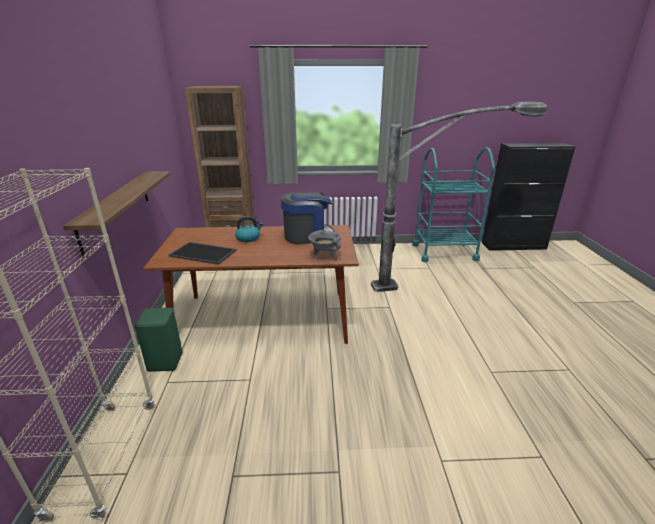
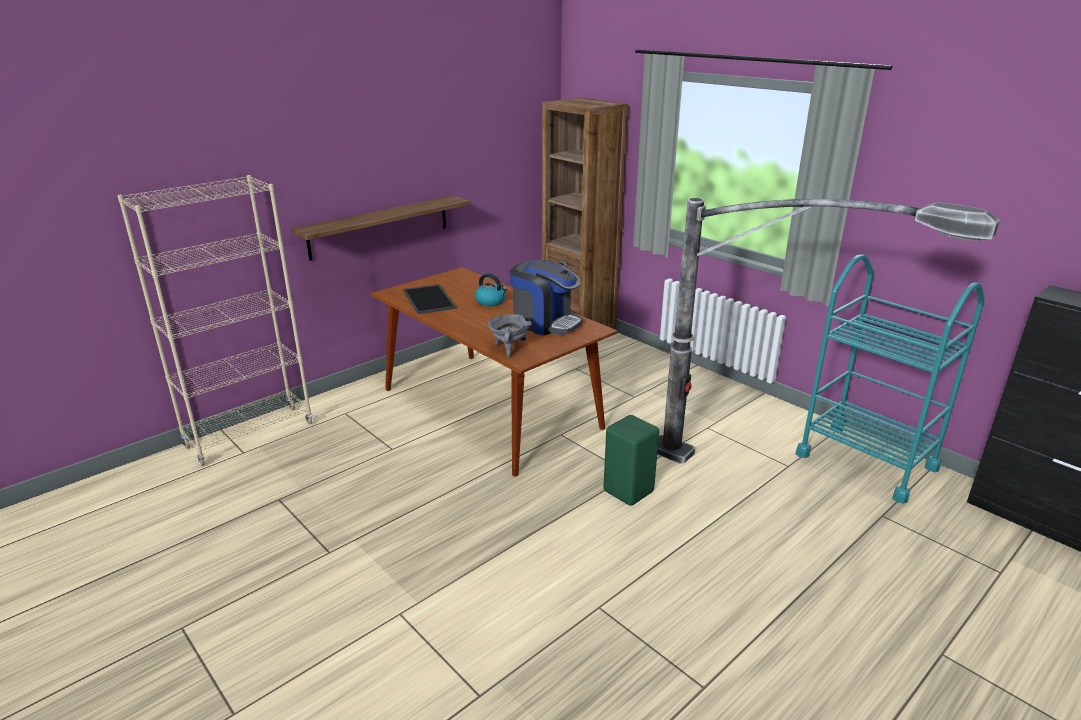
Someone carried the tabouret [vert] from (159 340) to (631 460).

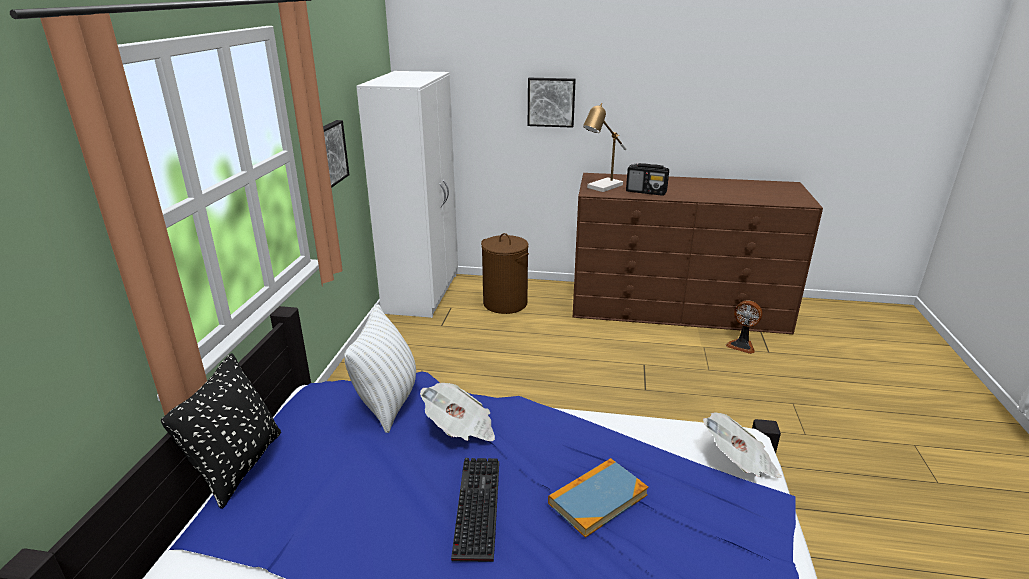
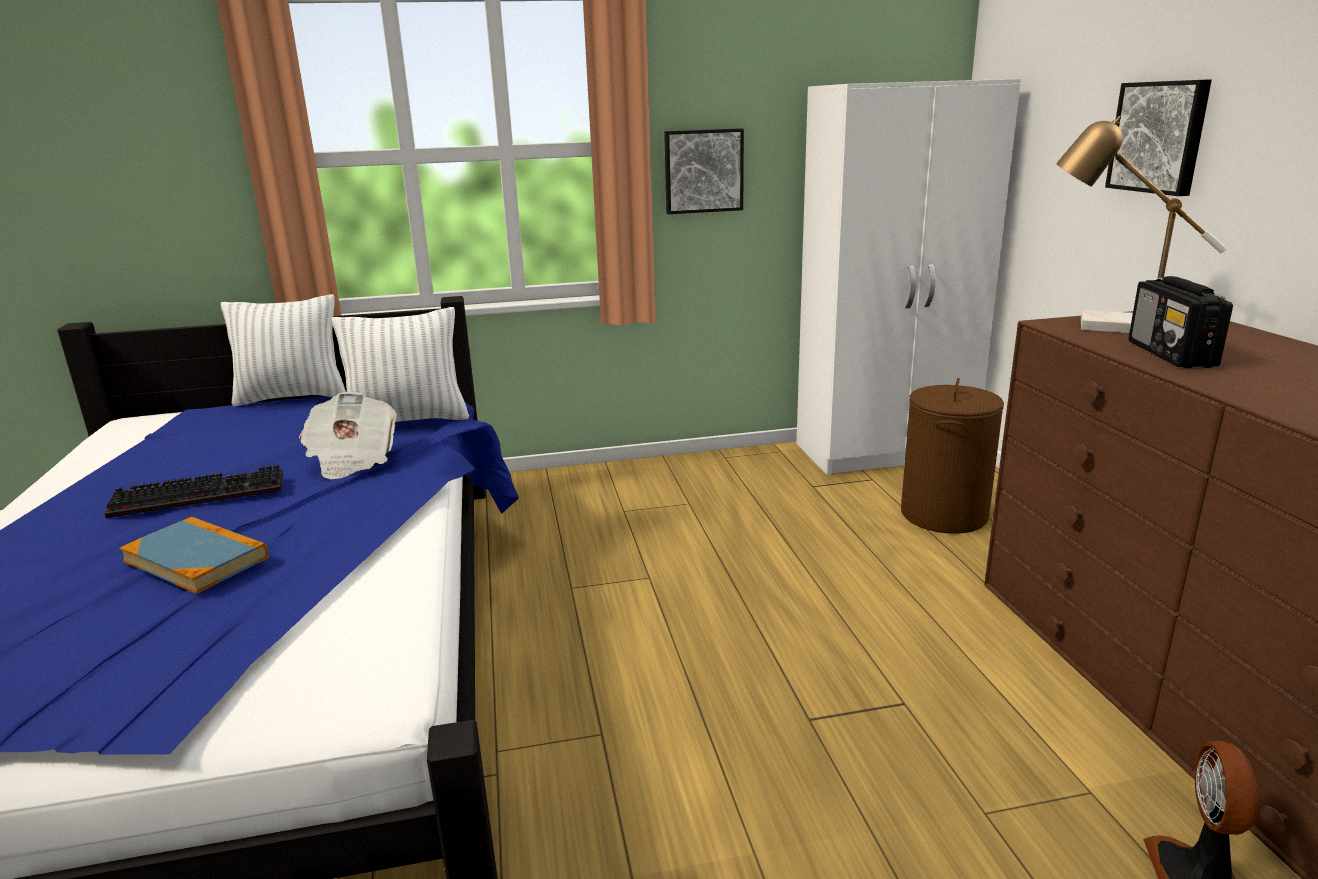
Someone repainted the coussin [noir] at (221 431), which became the coussin [blanc] at (283 350). Someone took away the journal at (742 445).

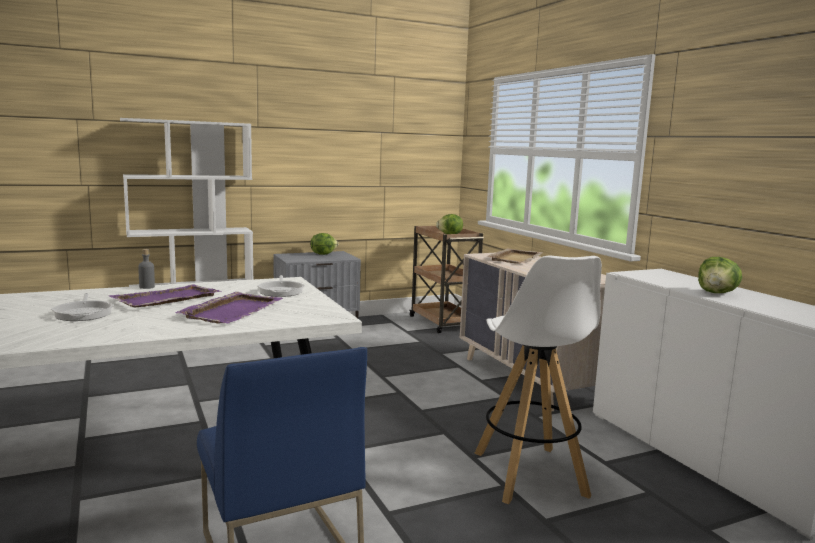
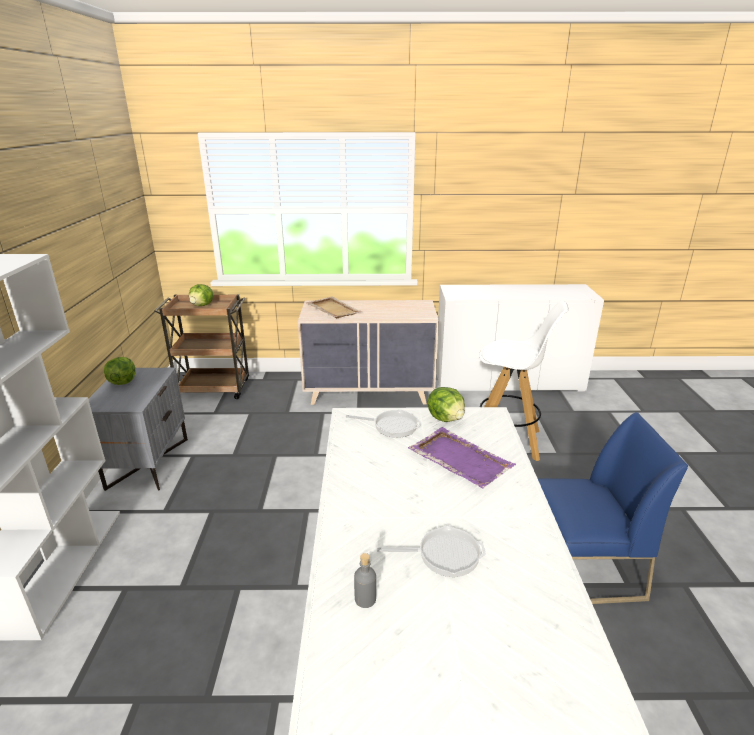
Someone carried the bouteille [gris] from (146 269) to (365 580). Someone carried the laitue from (720 275) to (446 404). Someone took away the plateau [violet] at (165 295).

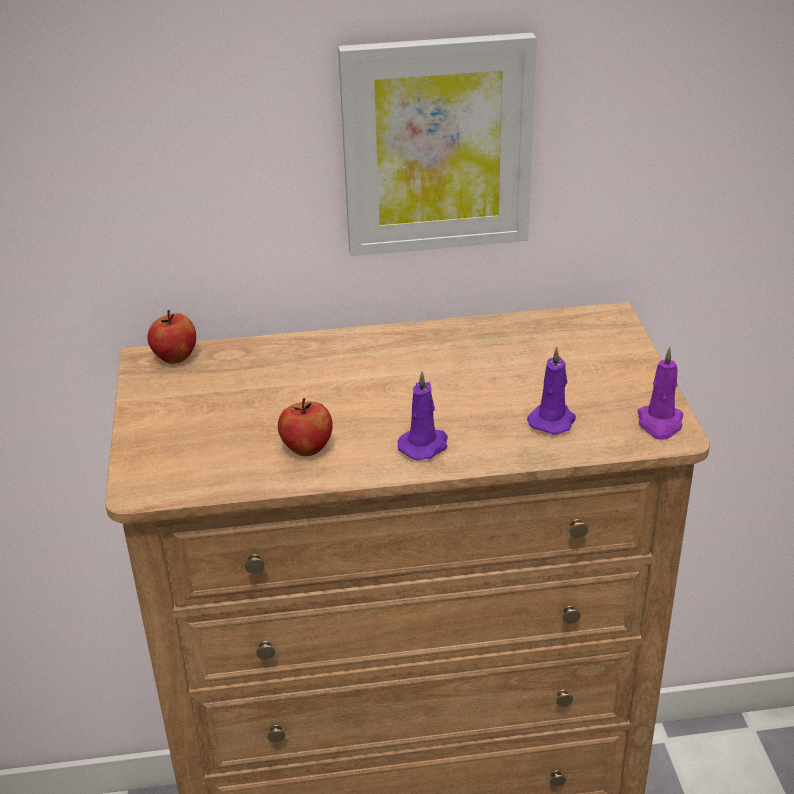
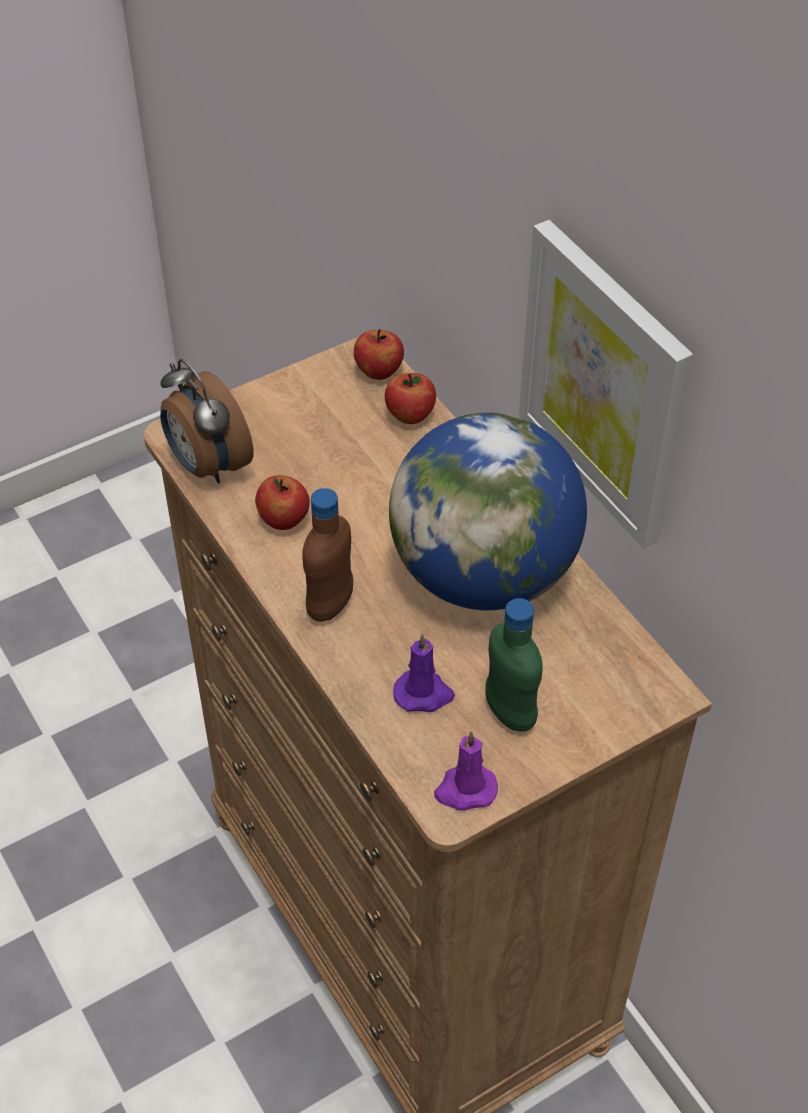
Someone put down the réveil at (206 421). Someone swapped the bougie [violet] at (422 415) for the bouteille [marron] at (327 555). Someone put down the pomme at (410 398). Someone put down the globe at (488 511). Someone put down the bouteille [vert] at (514 665).

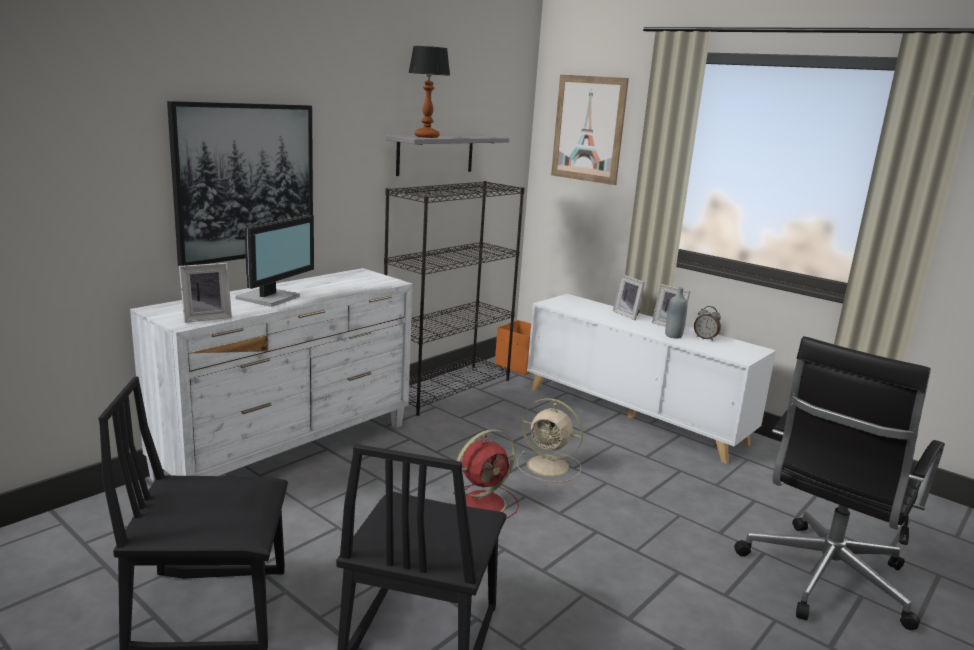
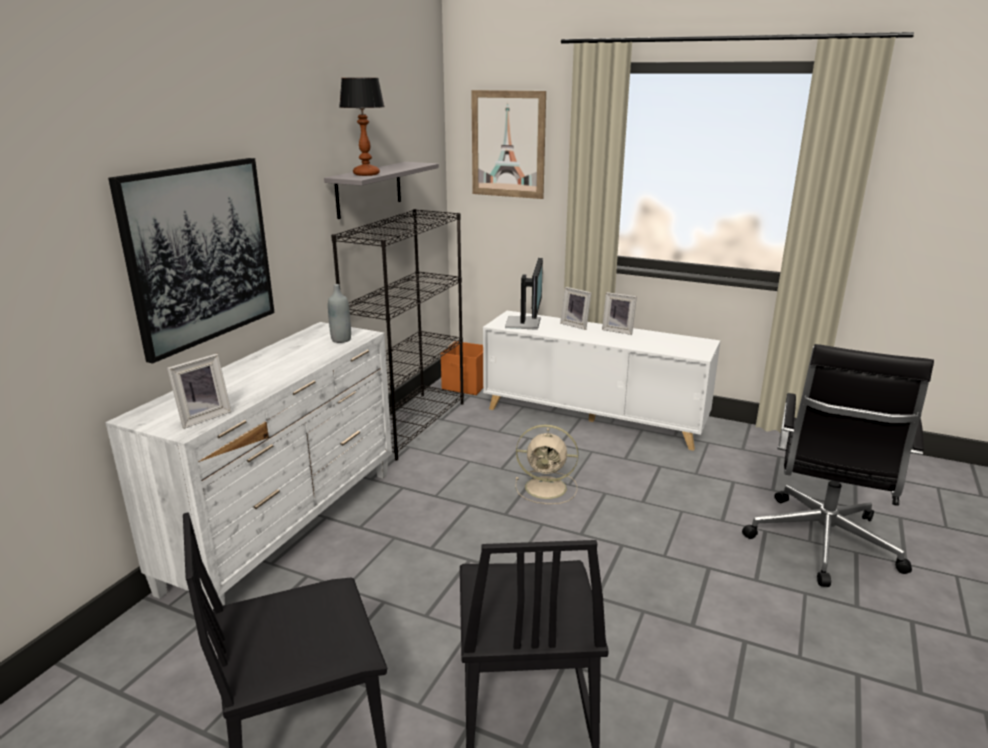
Someone carried the bouteille [gris] from (676 312) to (339 313). Someone carried the écran d'ordinateur from (274 261) to (524 294). Someone took away the ventilateur [rouge] at (486 473). Someone took away the réveil at (707 323).

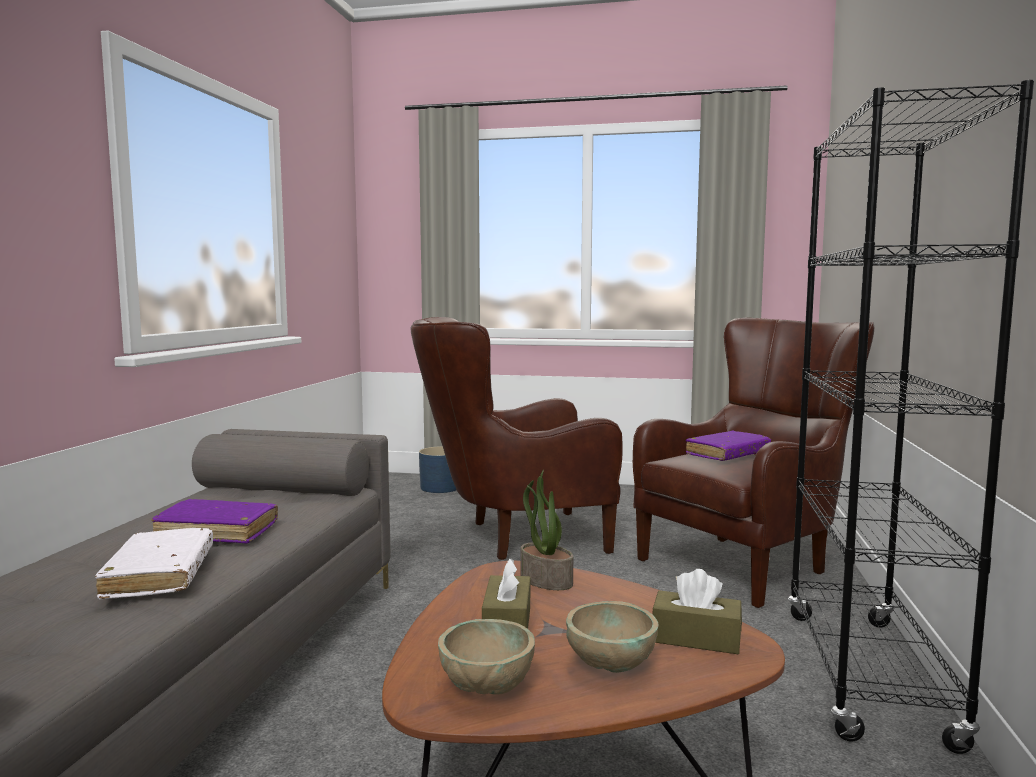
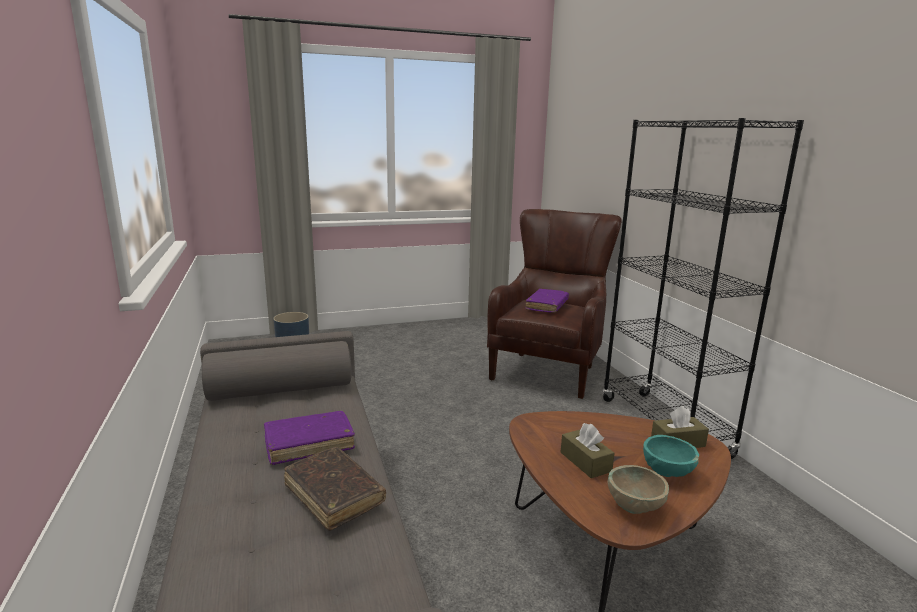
Someone repainted the livre [blanc] at (154 563), which became the livre [marron] at (335 489). Someone repainted the bol [beige] at (612 637), which became the bol [turquoise] at (671 456). Someone took away the fauteuil [marron] at (517 438). Someone took away the plante en pot at (546 530).

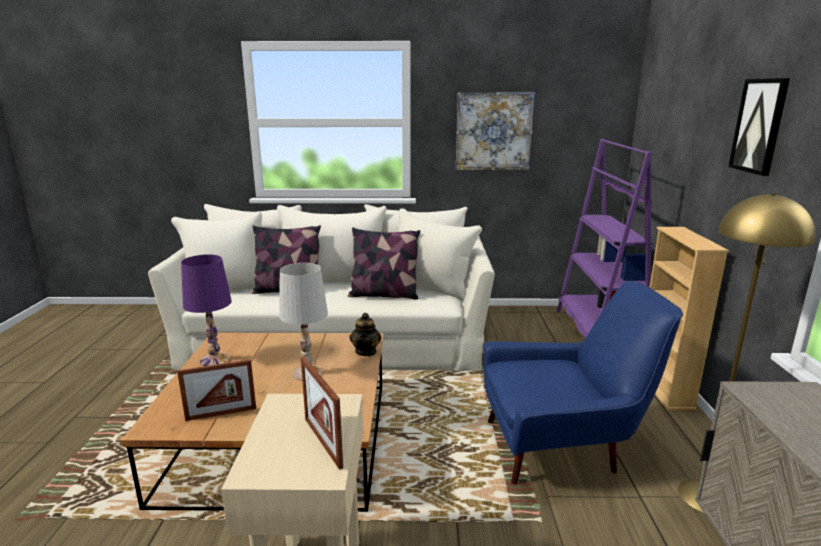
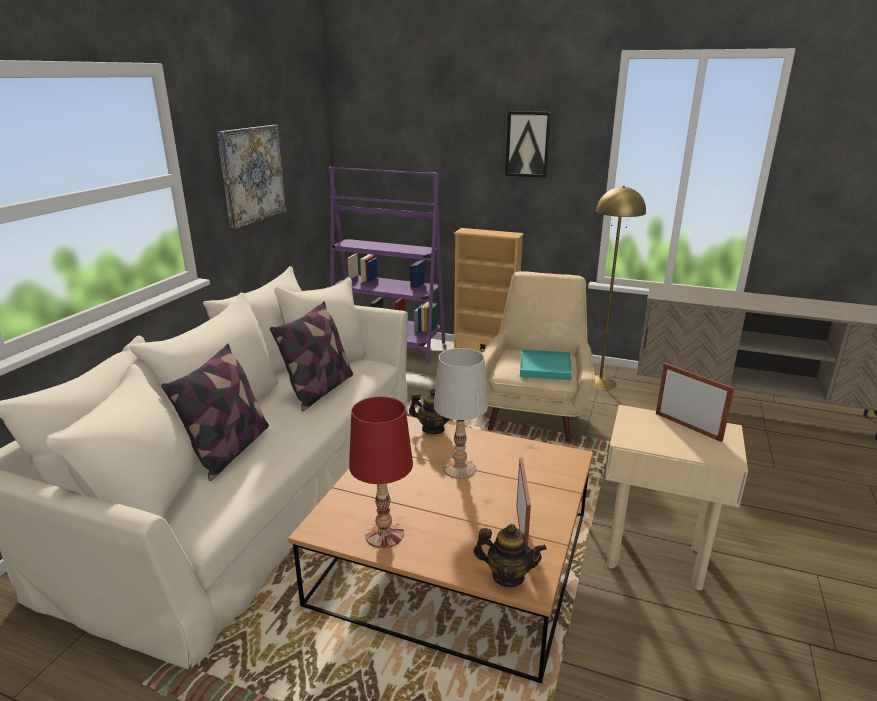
Someone repainted the lampe de table [violet] at (206 310), which became the lampe de table [rouge] at (381 472). Someone put down the théière at (510 555). Someone repainted the fauteuil [bleu] at (583 382), which became the fauteuil [beige] at (538 356). Someone put down the plateau [turquoise] at (546 364). Someone rotated the cadre photo at (322 413) by 120 degrees counterclockwise.

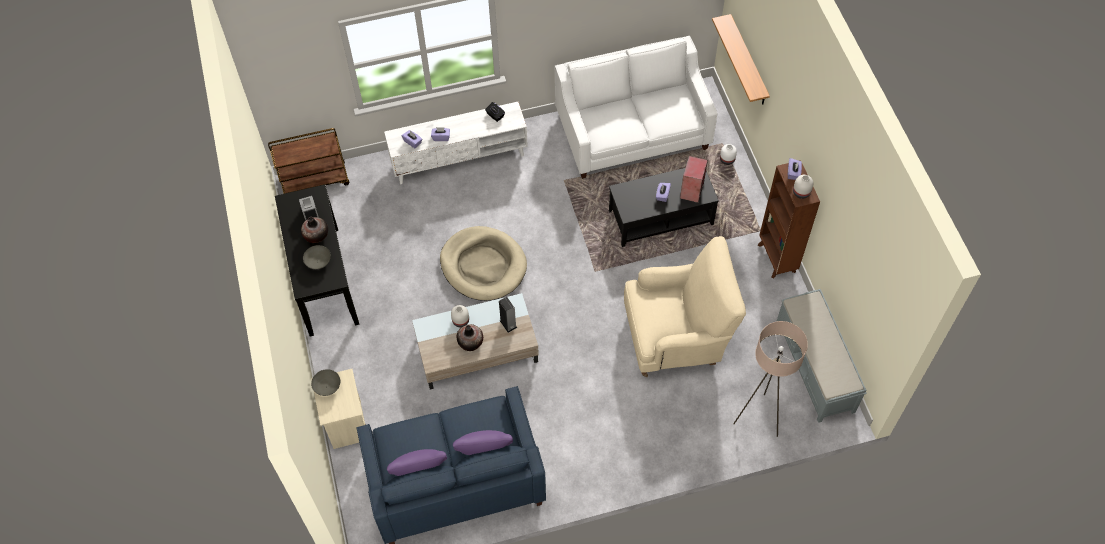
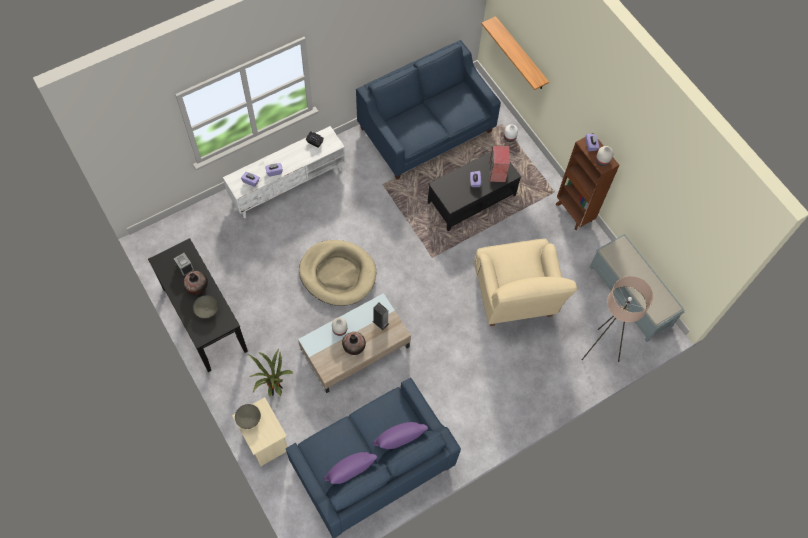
Someone put down the plante en pot at (271 373). Someone repainted the canapé [blanc] at (636 107), which became the canapé [bleu] at (428 109). Someone rotated the fauteuil [beige] at (685 306) by 105 degrees clockwise. Someone took away the chariot [marron] at (308 161).

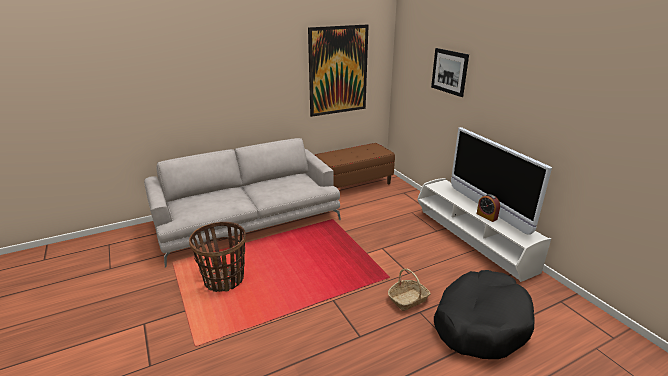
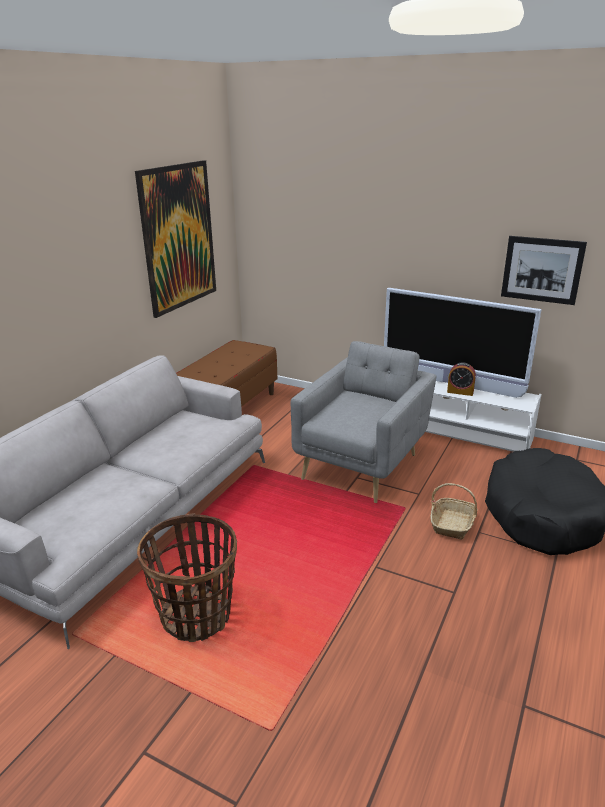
Someone put down the fauteuil [gris] at (363 422). Someone carried the tableau from (450 72) to (544 270).

